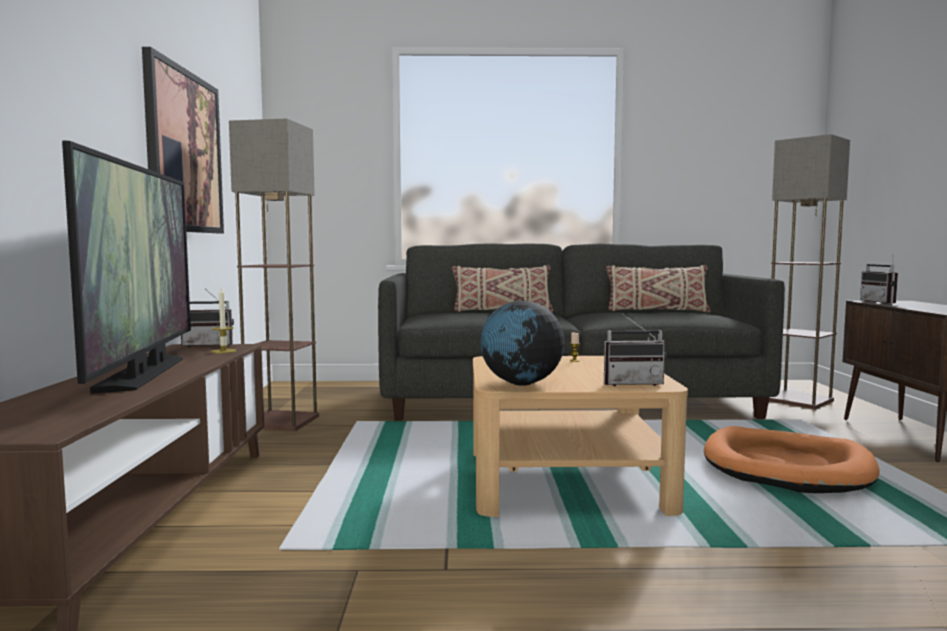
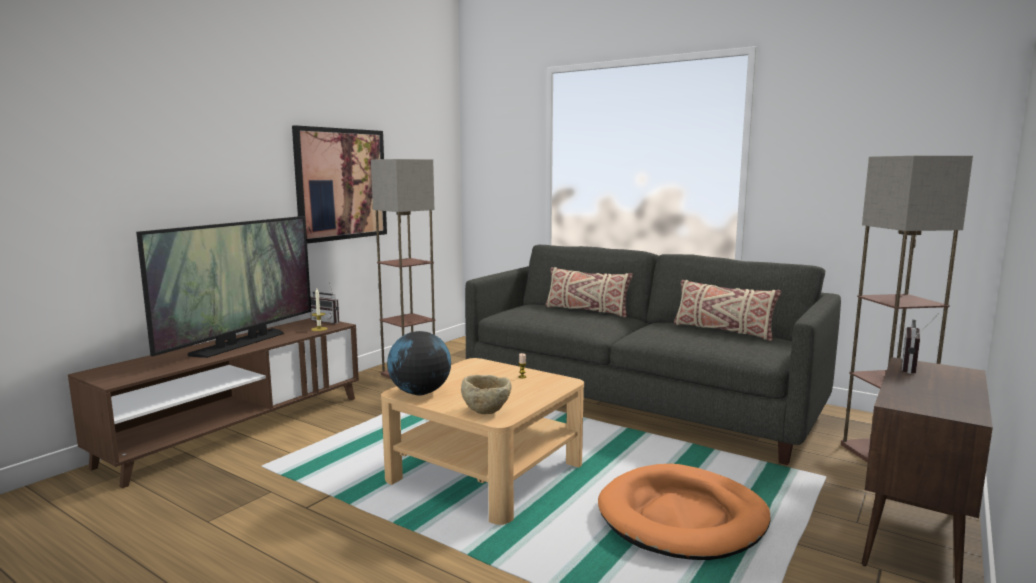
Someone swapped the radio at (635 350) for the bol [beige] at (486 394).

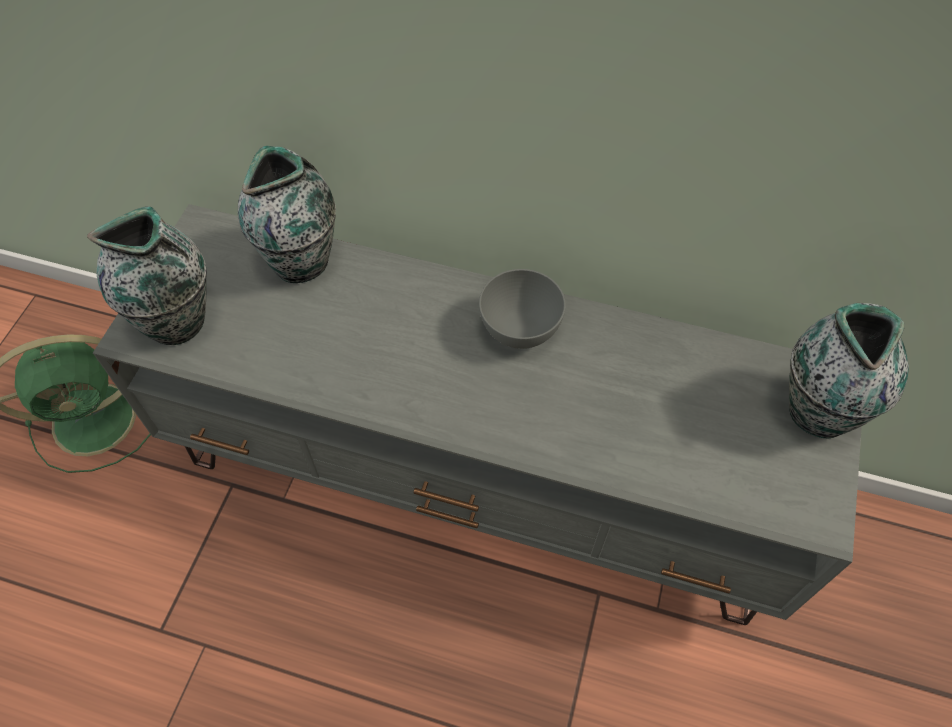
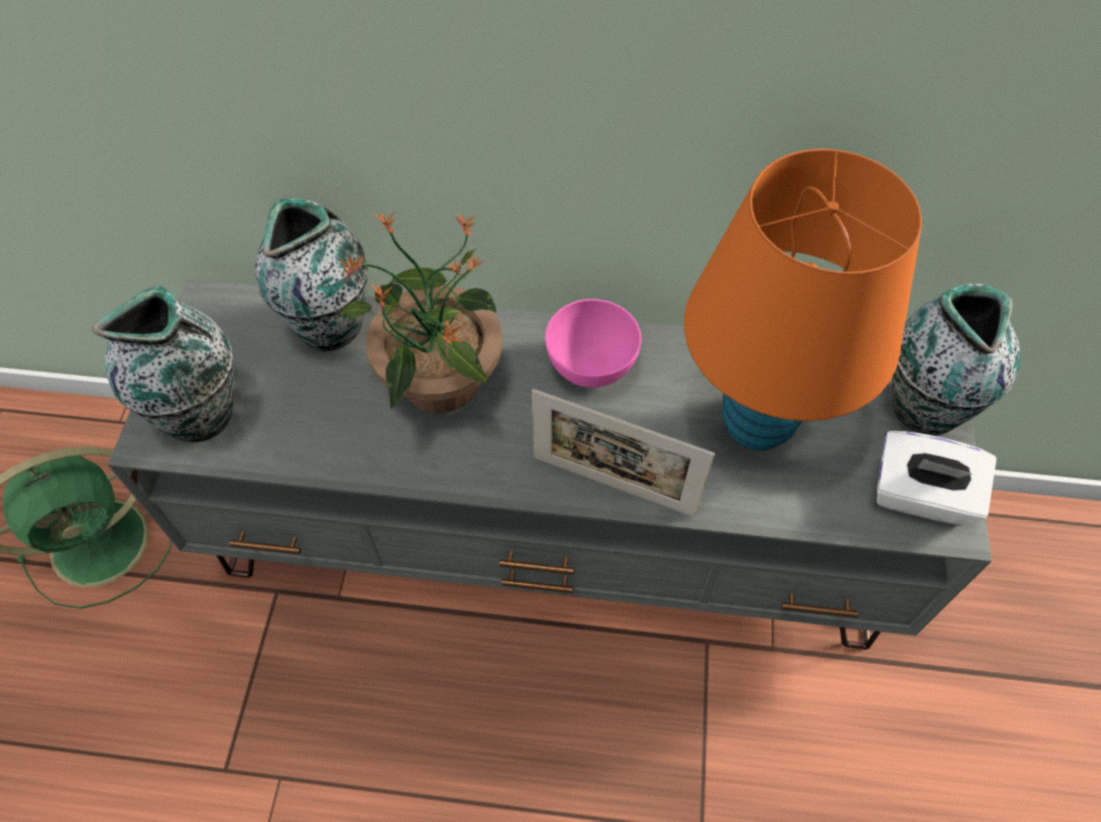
Someone put down the plante en pot at (420 312). Someone put down the cadre photo at (623 453). Someone repainted the bol [gris] at (522 309), which became the bol [rose] at (593 343). Someone put down the lampe de table [orange] at (803 300). Someone put down the boîte à mouchoirs [blanc] at (937 478).

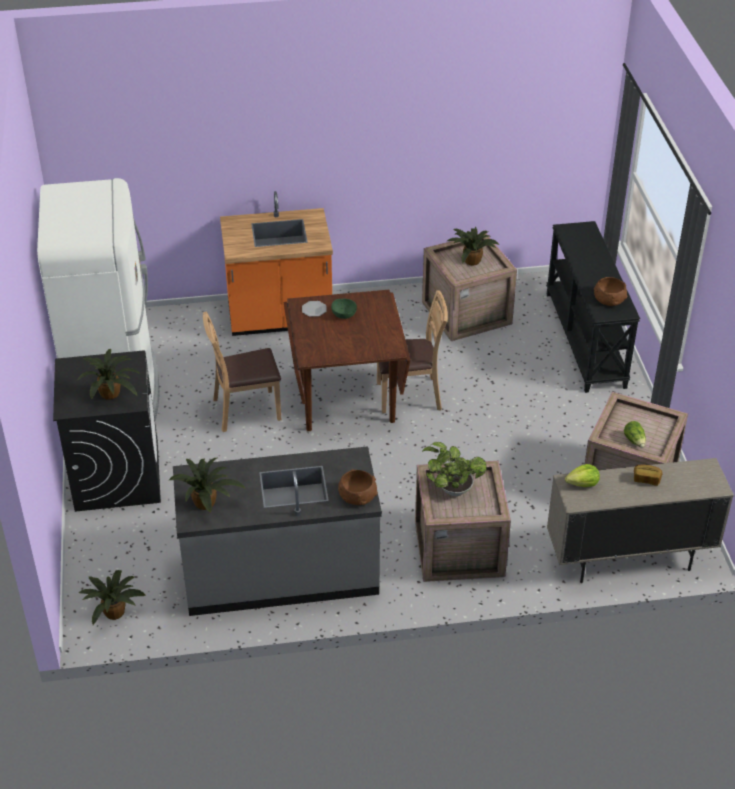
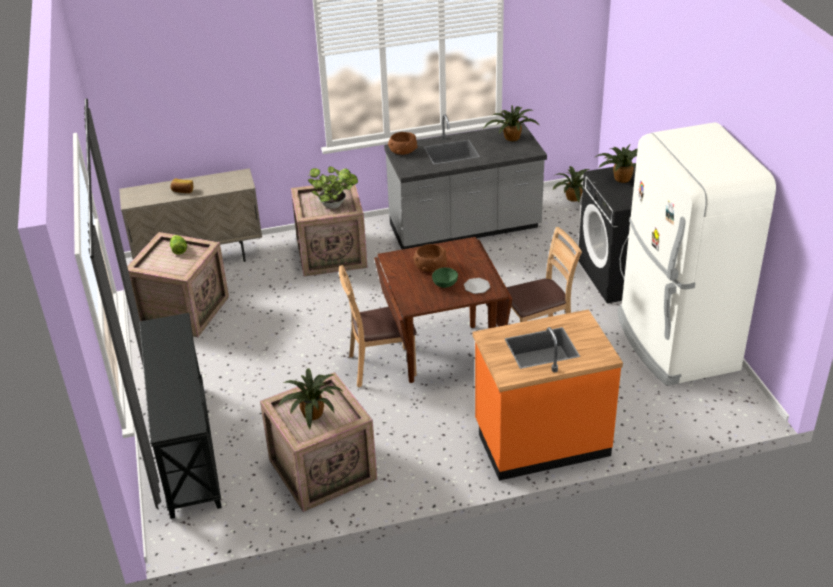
Someone carried the bol [marron] from (611 291) to (430 258). Someone took away the laitue at (582 475).

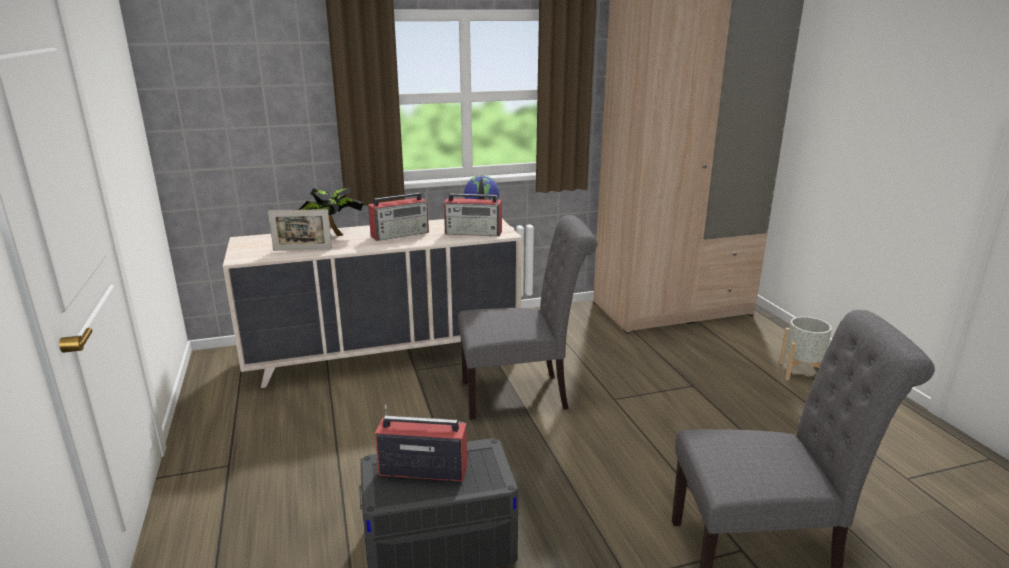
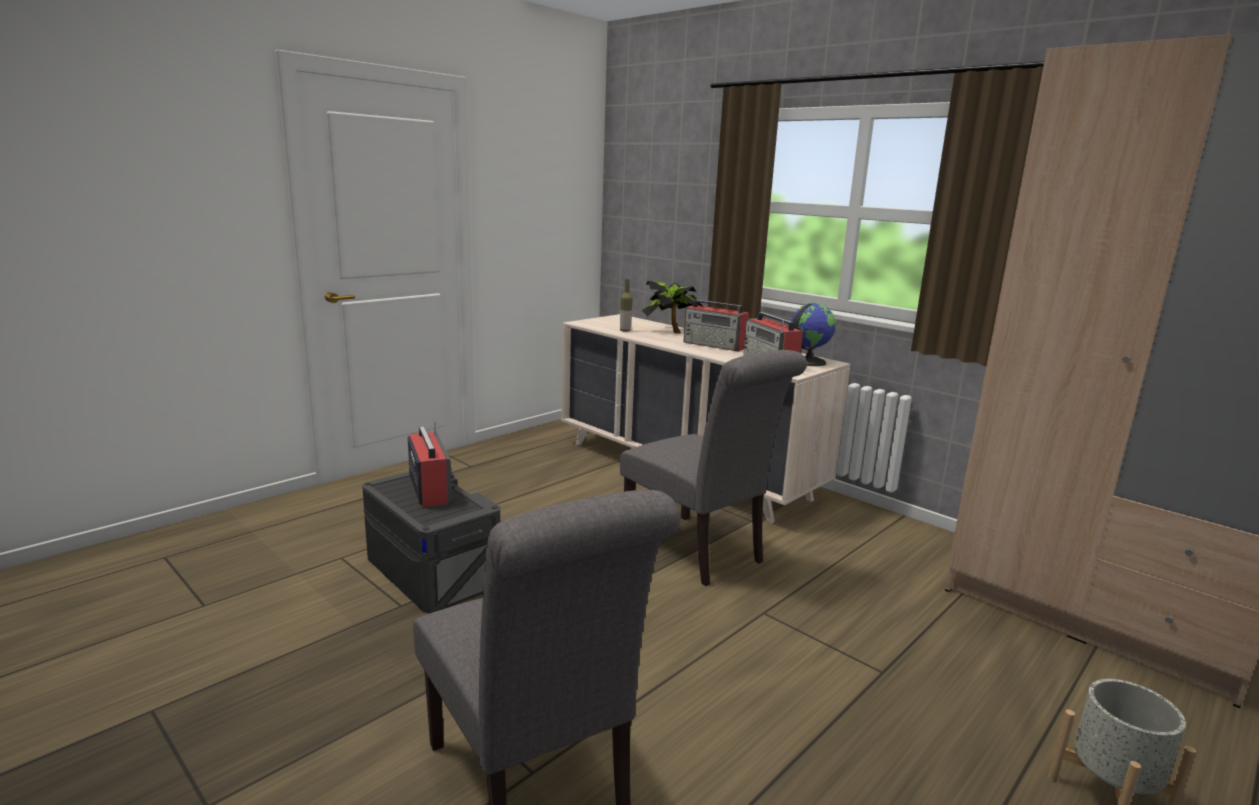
Someone swapped the cadre photo at (300 230) for the bouteille at (626 305).

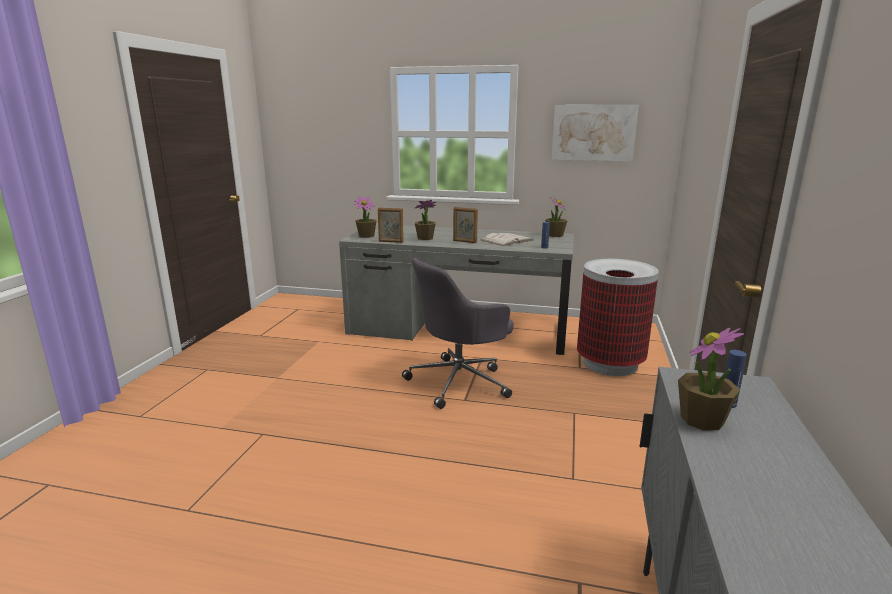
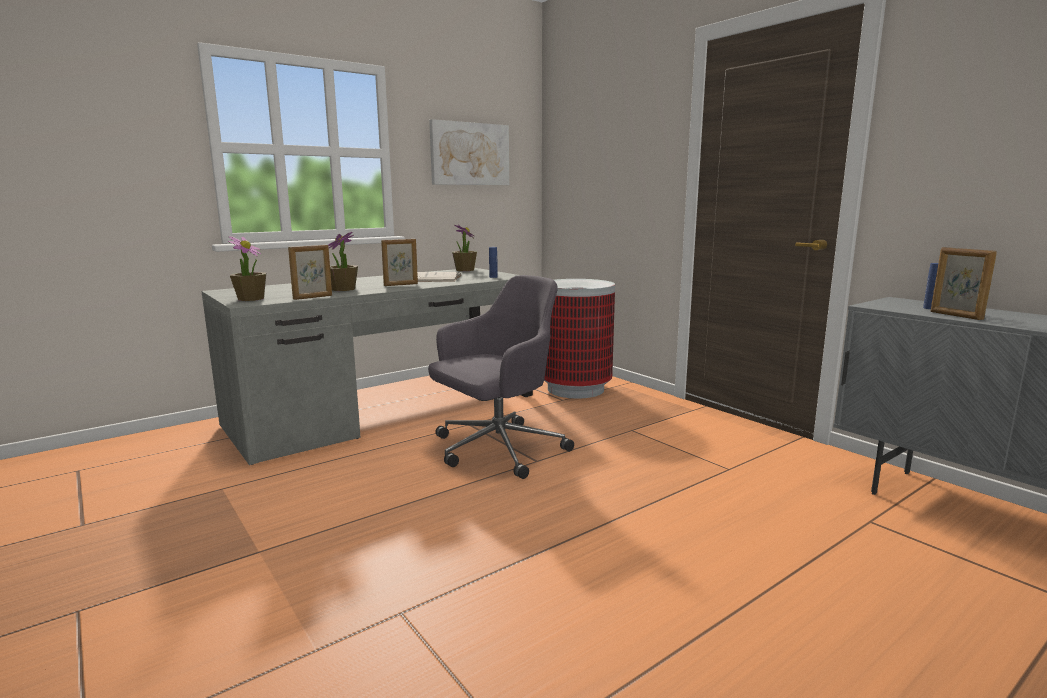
Someone rotated the chaise de bureau [gris] at (458 333) by 135 degrees counterclockwise. Someone swapped the plante en pot at (711 379) for the cadre photo at (963 283).

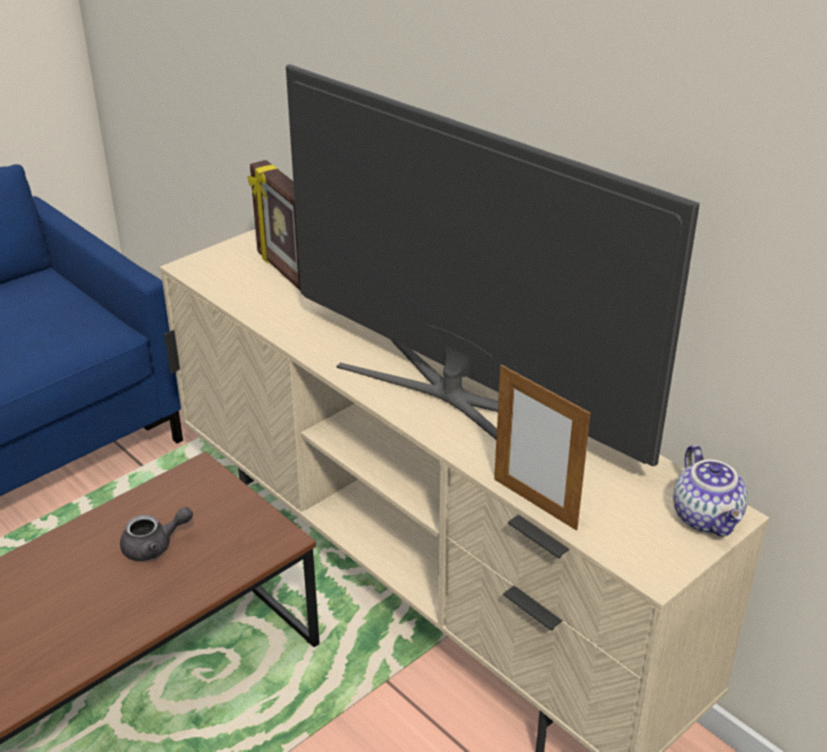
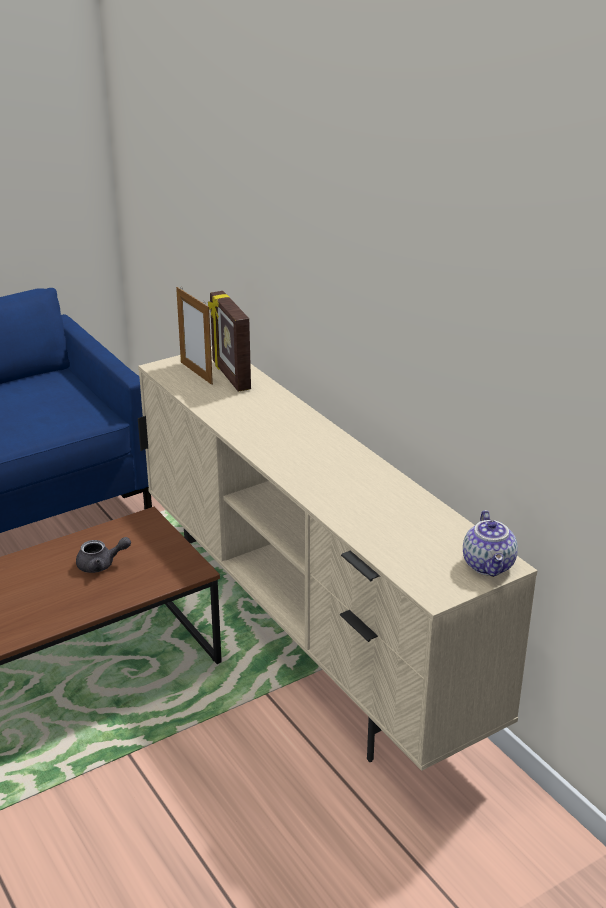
Someone carried the cadre photo from (542 447) to (194 336). Someone took away the téléviseur at (493 265).

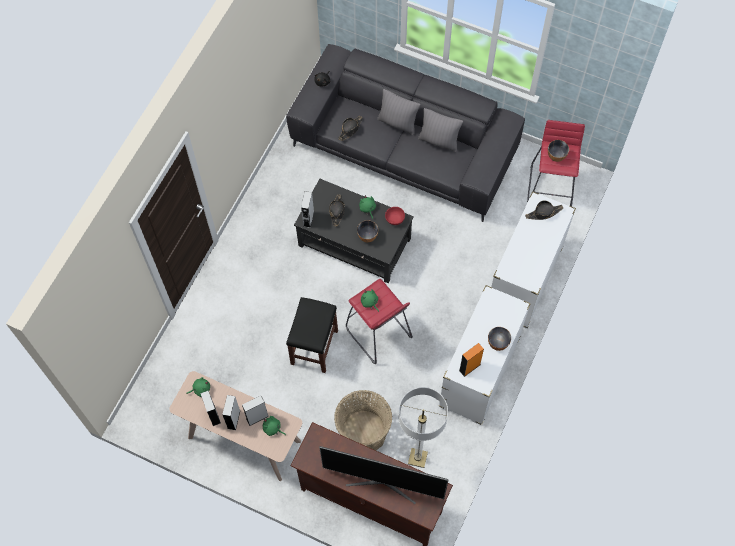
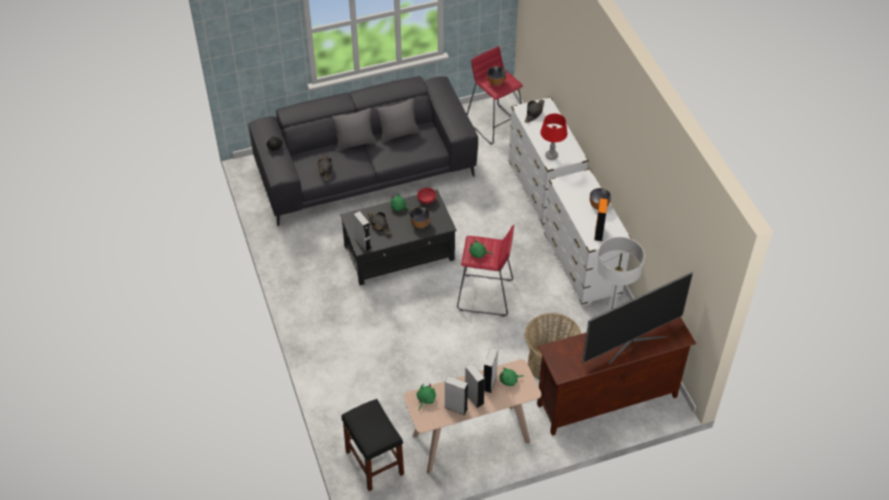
Someone carried the tabouret [noir] from (312 335) to (373 445). Someone put down the lampe de table [rouge] at (553 136).

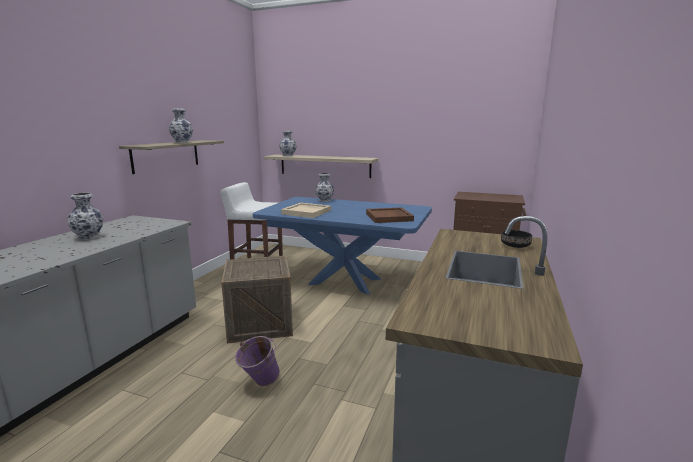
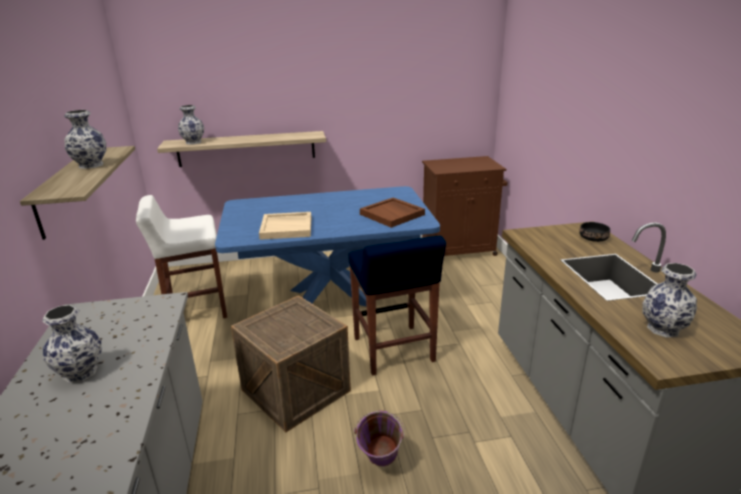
Someone put down the tabouret [bleu] at (397 305). Someone carried the vase from (324 187) to (669 300).

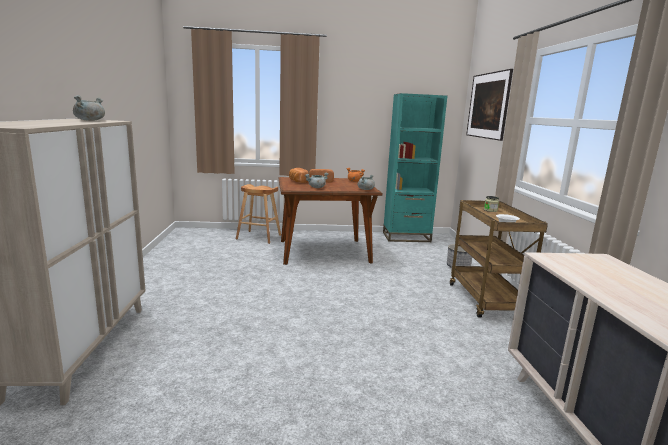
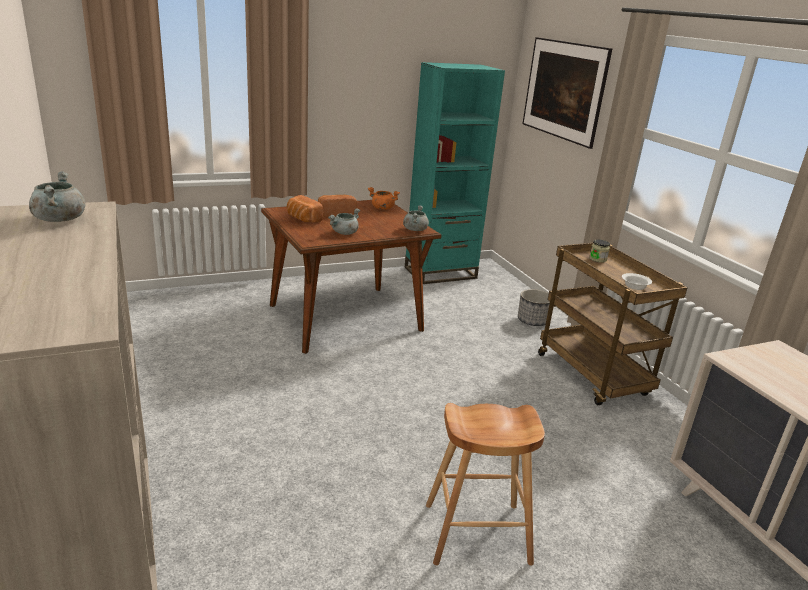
Someone carried the tabouret [marron] from (258 214) to (485 484).

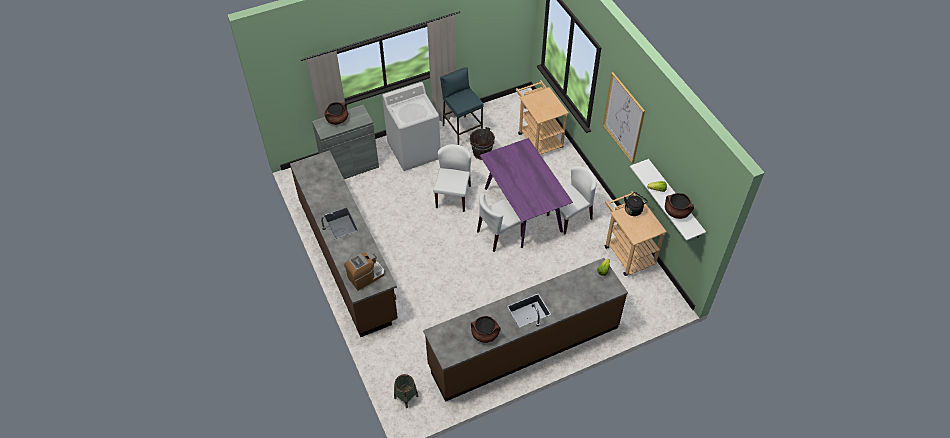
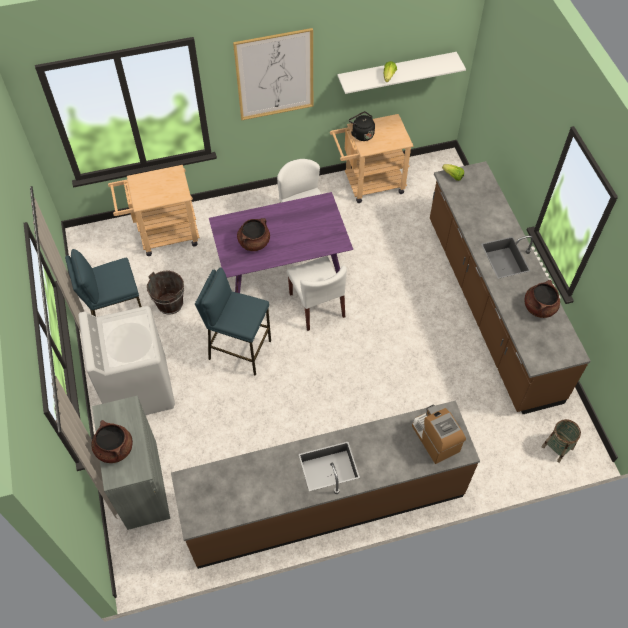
Someone swapped the chaise [blanc] at (452 178) for the tabouret [bleu] at (233 321). Someone carried the marmite [marron] from (679 206) to (253 234).

